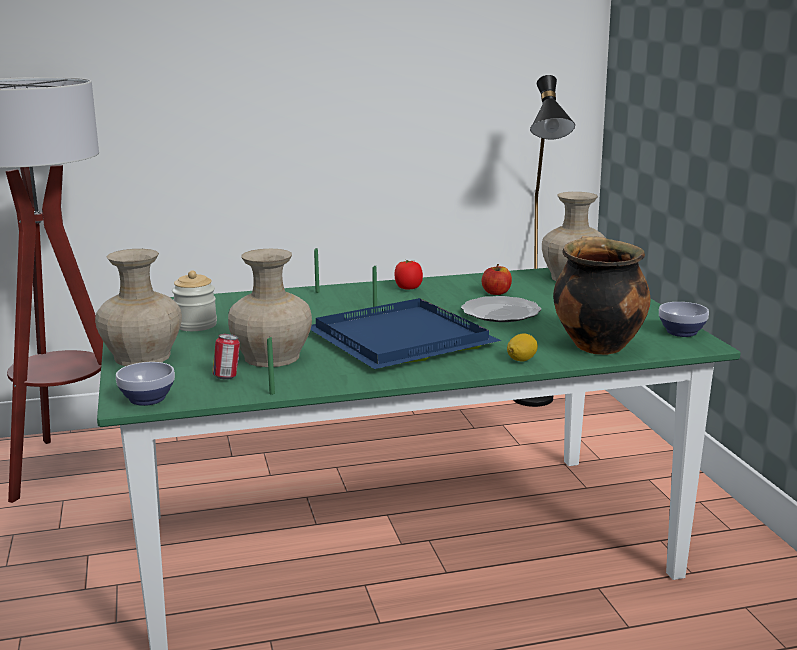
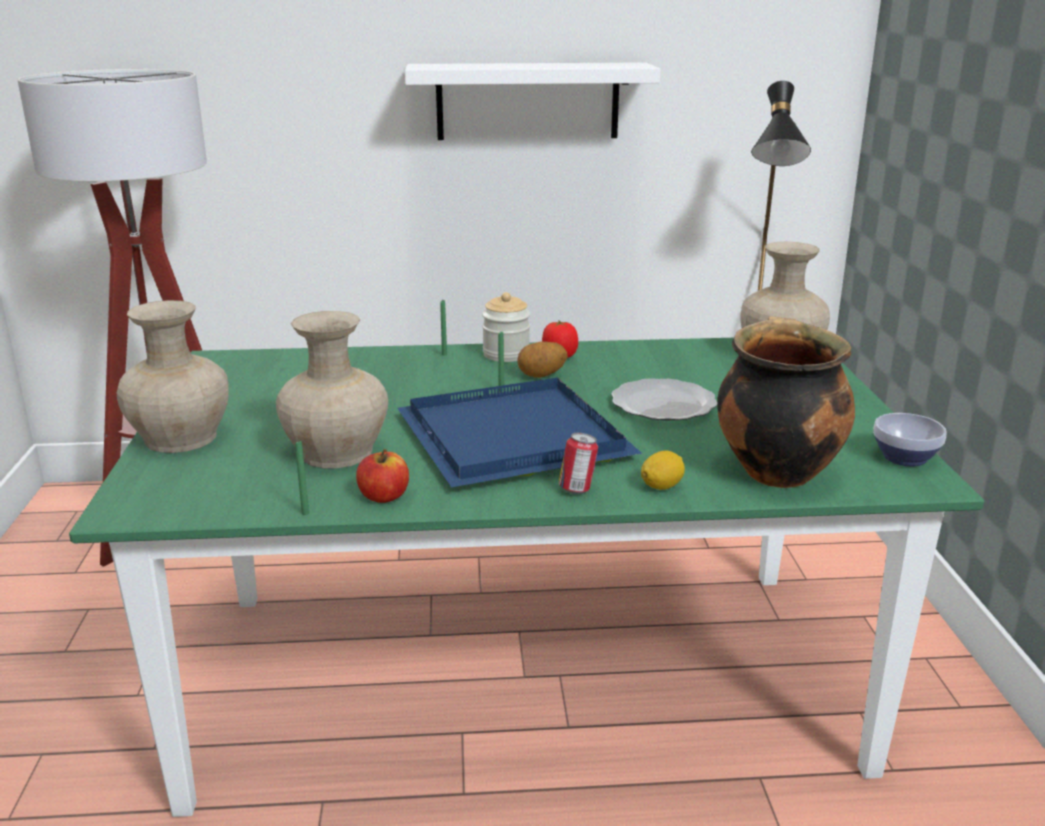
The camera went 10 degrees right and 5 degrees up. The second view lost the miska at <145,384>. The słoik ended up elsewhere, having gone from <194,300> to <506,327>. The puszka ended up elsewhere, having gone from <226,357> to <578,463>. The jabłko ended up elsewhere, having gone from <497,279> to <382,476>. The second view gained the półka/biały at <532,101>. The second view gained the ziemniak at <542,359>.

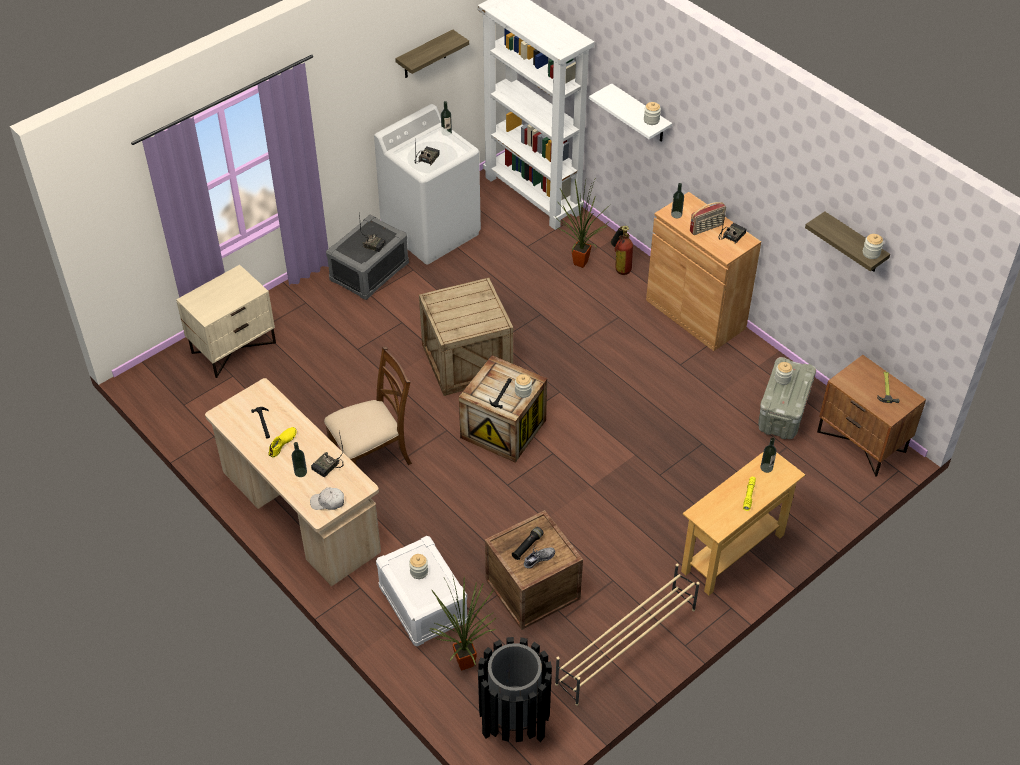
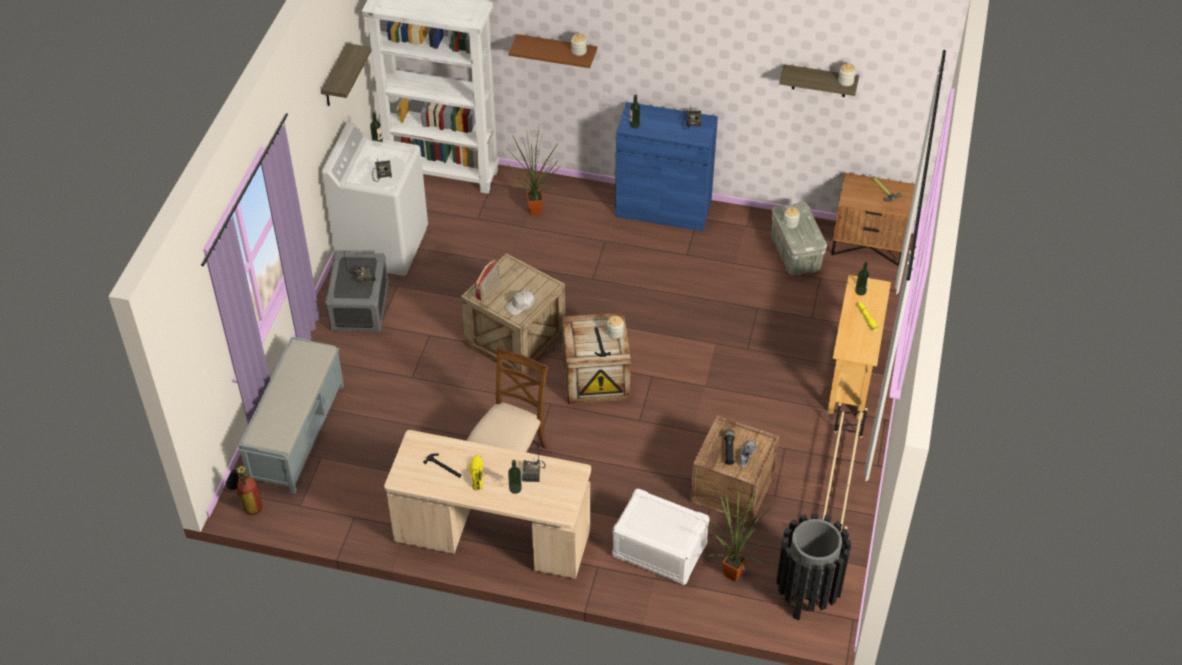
The camera went 35 degrees left and 0 degrees up. Where the szafka nocna/beżowy stood at <226,321>, the ławka/szary came to stand at <291,415>. The czapka z daszkiem/biały ended up elsewhere, having gone from <327,498> to <520,303>. The second view lost the słoik at <418,566>. What was the półka/biały at <630,112> turned into the półka/brązowy at <553,51>. The gaśnica ended up elsewhere, having gone from <622,250> to <243,490>. What was the szafka/brązowy at <703,271> turned into the szafka/niebieski at <666,166>. The radio ended up elsewhere, having gone from <708,218> to <487,280>.

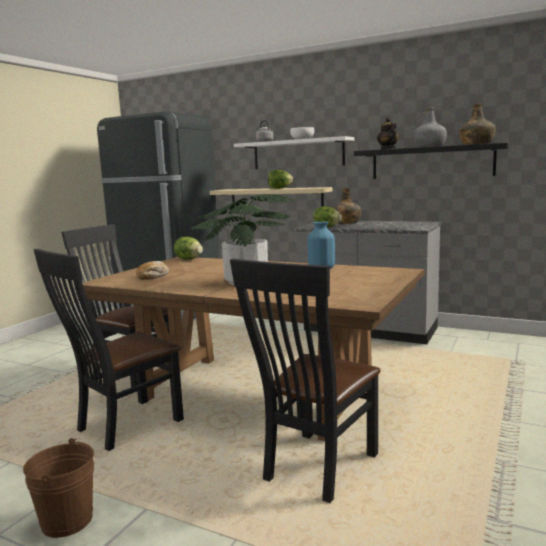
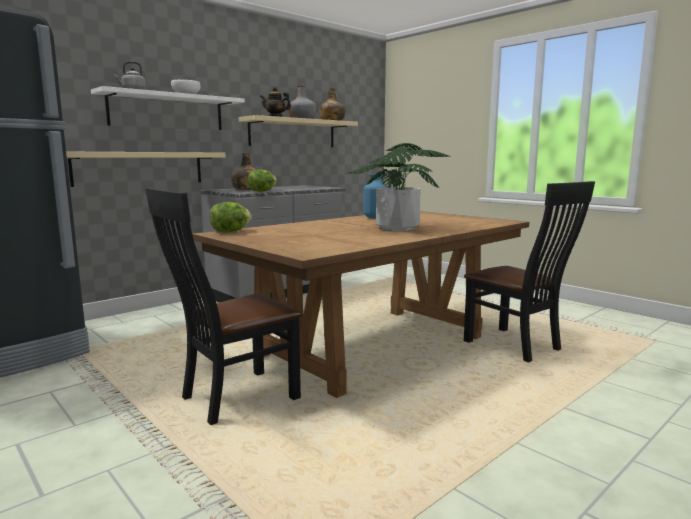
The camera went 70 degrees left and 0 degrees up. The second view lost the wiadro/brązowy at <58,488>. The second view lost the krzesło/czarny at <108,350>. The second view lost the chleb at <152,270>. The second view lost the sałata at <280,179>. What was the półka/czarny at <432,161> turned into the półka/beżowy at <298,131>.

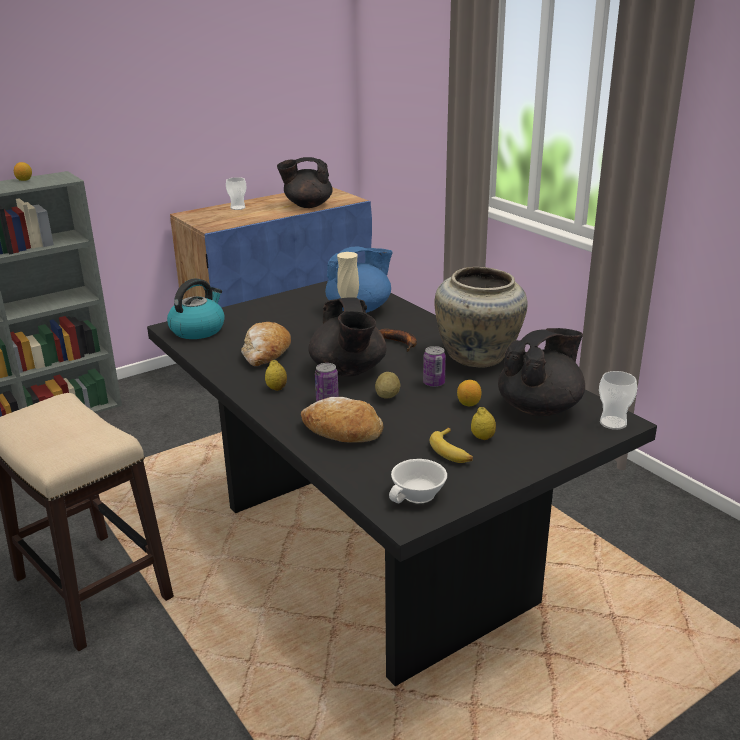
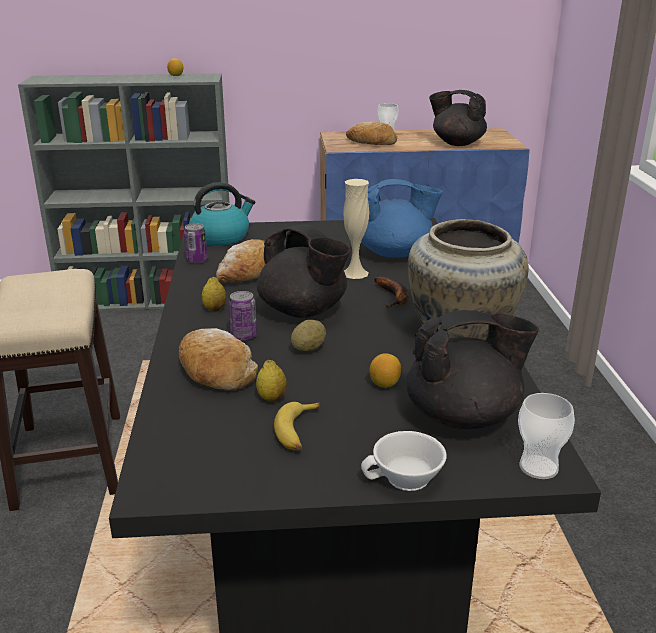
The camera went 30 degrees right and 0 degrees up. The imbryk/czarny at <347,337> ended up facing another way, 60 degrees counterclockwise from before. The filiżanka/biały ended up elsewhere, having gone from <418,481> to <404,461>. The puszka ended up elsewhere, having gone from <434,366> to <196,243>. The cytryna ended up elsewhere, having gone from <483,423> to <271,381>. The second view gained the chleb at <371,133>.

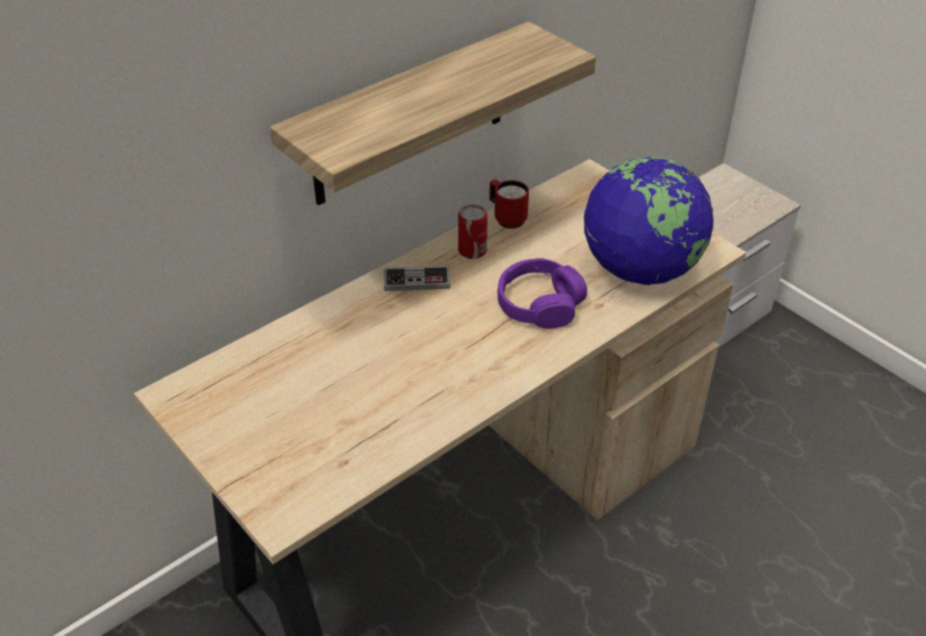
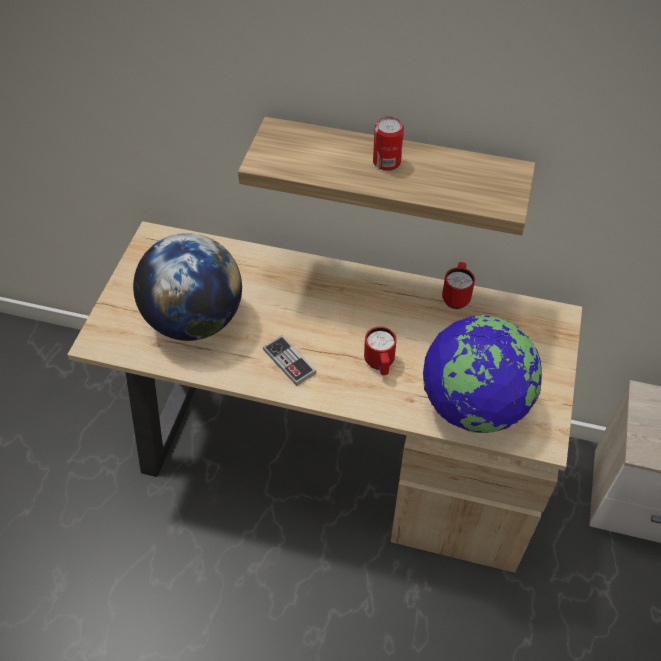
The camera went 55 degrees right and 10 degrees up. The pad do gier ended up elsewhere, having gone from <417,278> to <289,360>. The puszka ended up elsewhere, having gone from <473,232> to <388,143>. Where the słuchawki/fioletowy stood at <542,293>, the kubek/czerwony came to stand at <380,351>. The second view gained the globus at <187,287>.

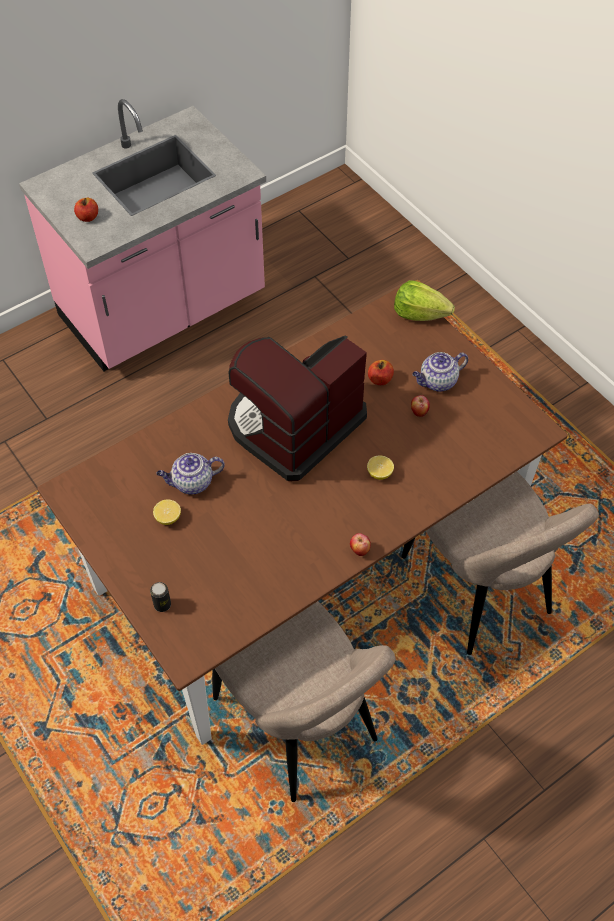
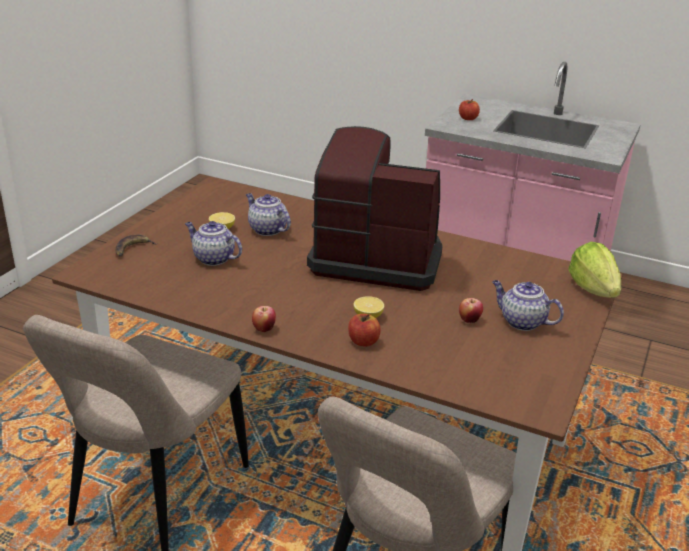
The camera went 60 degrees right and 25 degrees down. Where the puszka stood at <160,597>, the banan came to stand at <136,245>. The jabłko ended up elsewhere, having gone from <381,372> to <364,330>. The second view gained the imbryk at <213,243>.

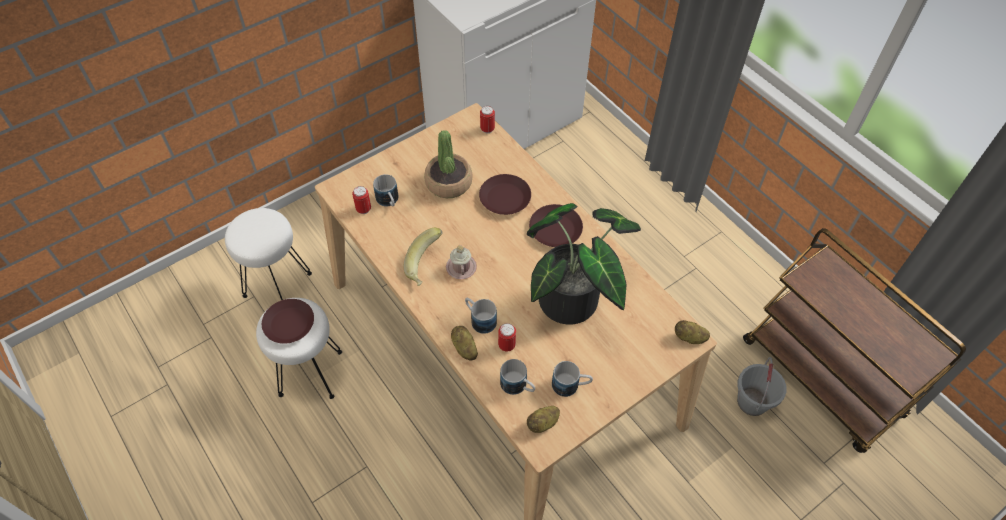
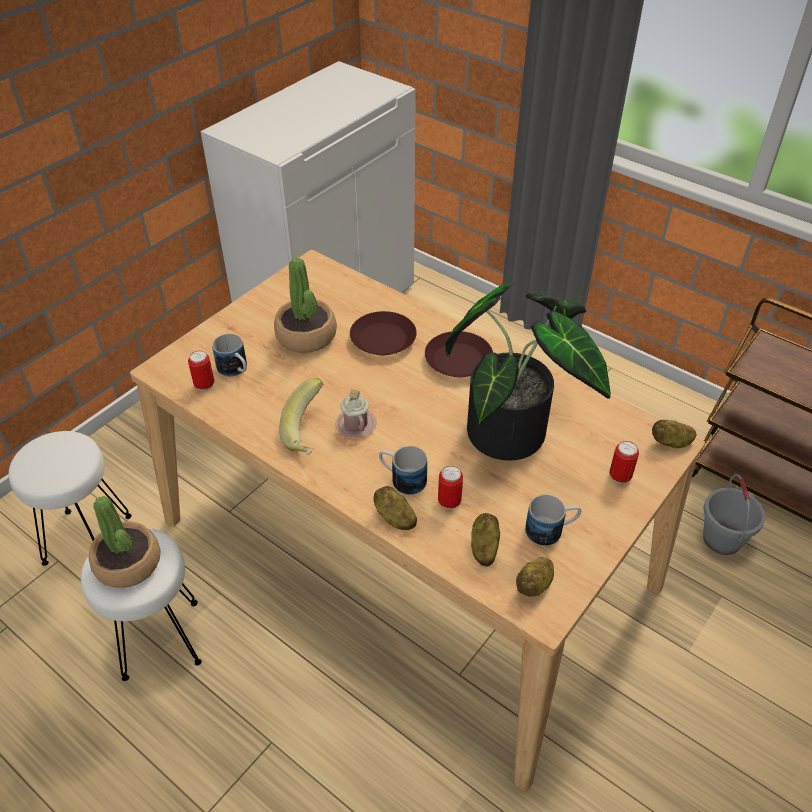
The camera went 15 degrees left and 10 degrees down. Where the talerz/brązowy stood at <288,321>, the roślina doniczkowa came to stand at <124,542>. The puszka ended up elsewhere, having gone from <487,119> to <624,462>. Where the kubek stood at <517,377>, the ziemniak came to stand at <485,539>.

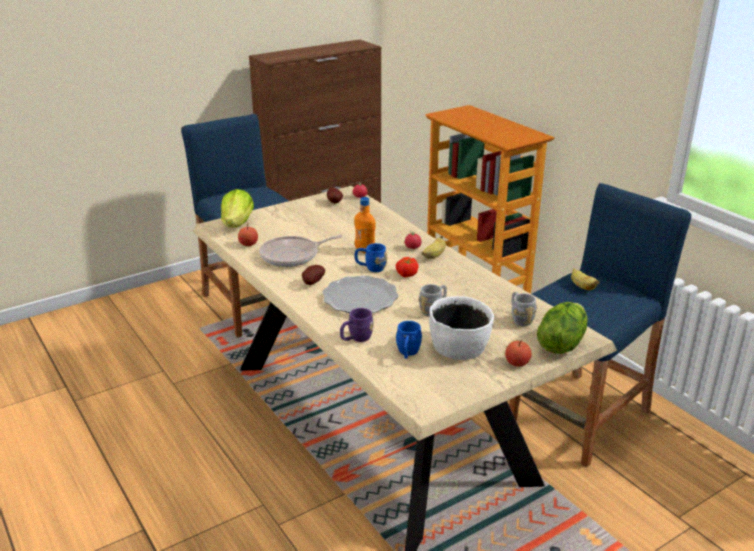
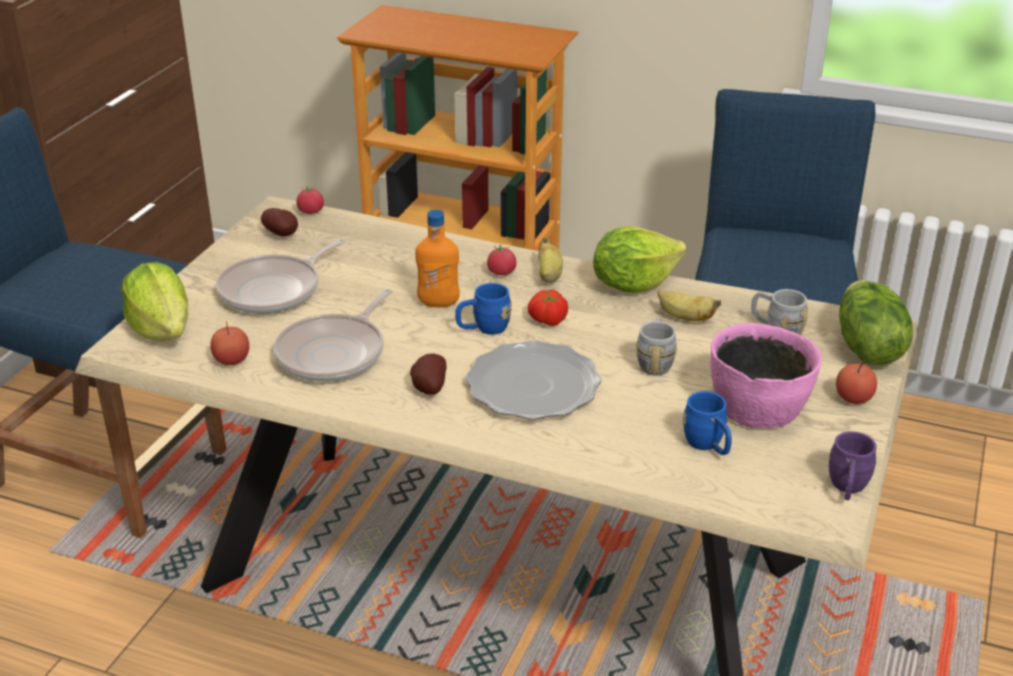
The camera went 35 degrees left and 5 degrees up. The kubek/fioletowy ended up elsewhere, having gone from <357,325> to <853,465>. What was the miska/biały at <461,328> turned into the miska/różowy at <766,375>. The banan ended up elsewhere, having gone from <585,279> to <689,305>. The second view gained the patelnia at <281,276>. The second view gained the sałata at <639,259>.

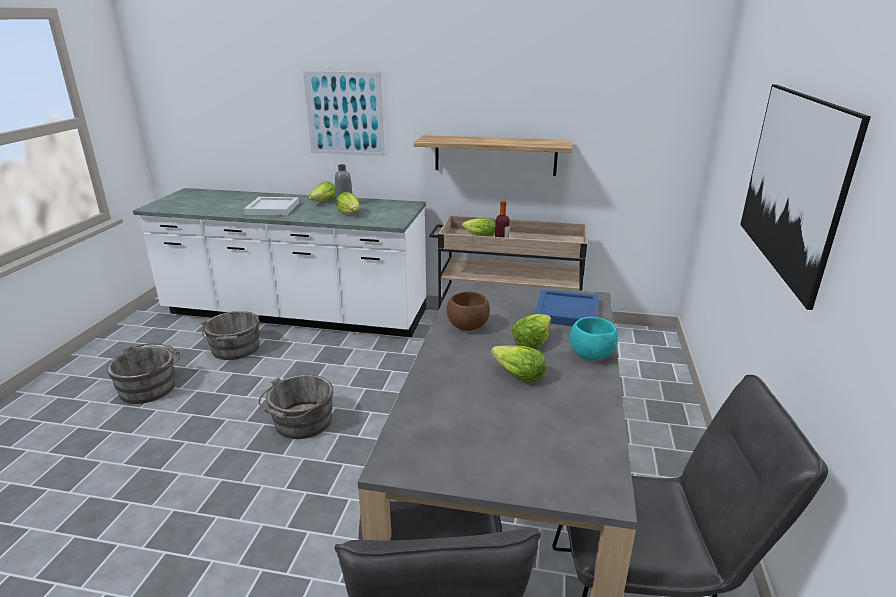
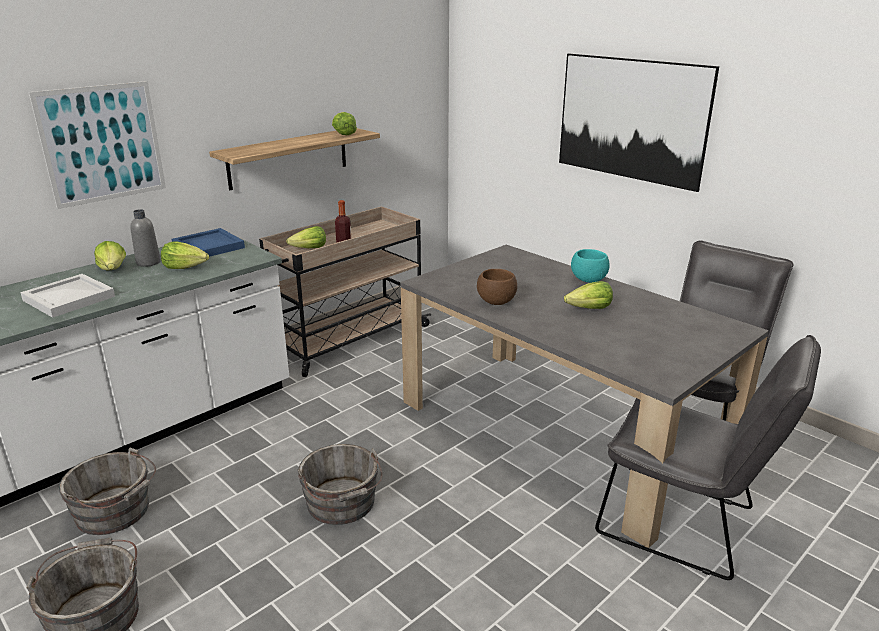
The camera went 55 degrees left and 0 degrees up. The sałata ended up elsewhere, having gone from <531,331> to <344,123>. The taca/niebieski ended up elsewhere, having gone from <566,307> to <208,242>.

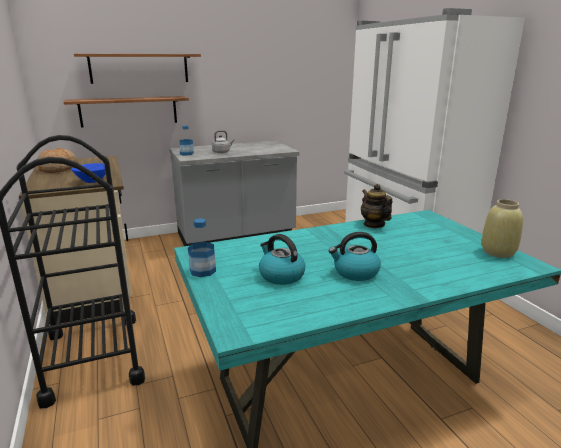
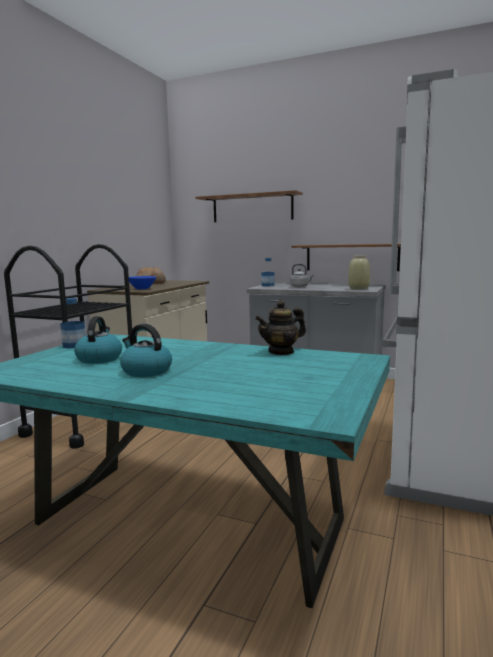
The camera went 45 degrees right and 10 degrees down. The półka ended up elsewhere, having gone from <126,112> to <346,257>. The imbryk at <377,206> ended up facing another way, 135 degrees counterclockwise from before. The wazon/beżowy ended up elsewhere, having gone from <502,228> to <359,272>.

